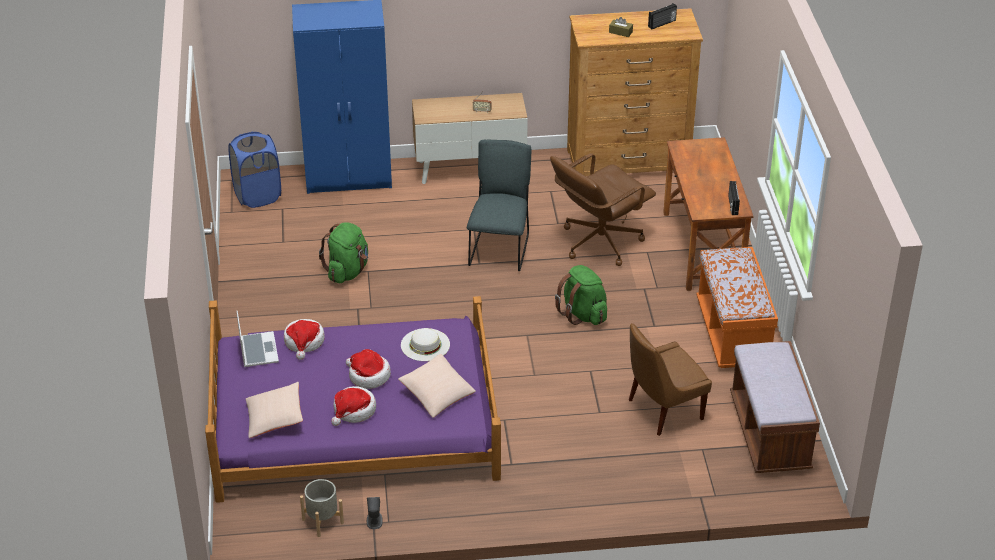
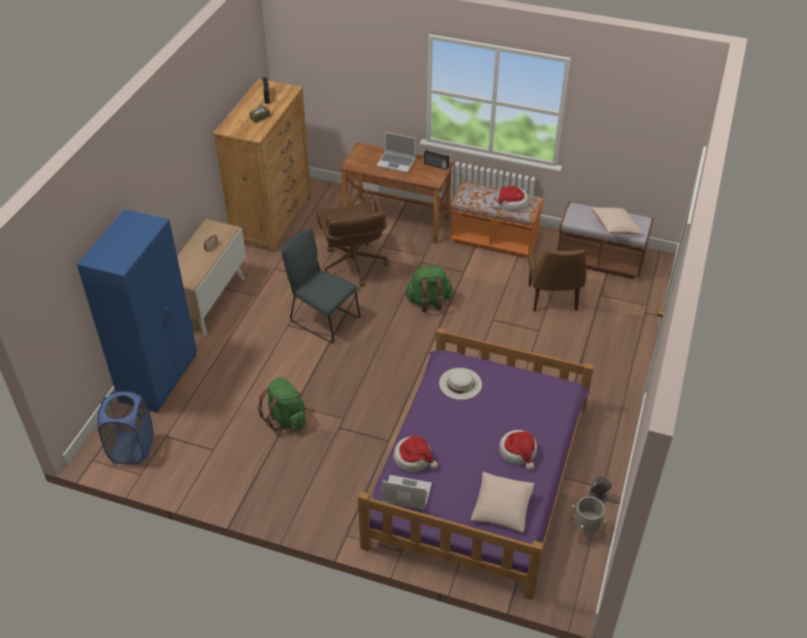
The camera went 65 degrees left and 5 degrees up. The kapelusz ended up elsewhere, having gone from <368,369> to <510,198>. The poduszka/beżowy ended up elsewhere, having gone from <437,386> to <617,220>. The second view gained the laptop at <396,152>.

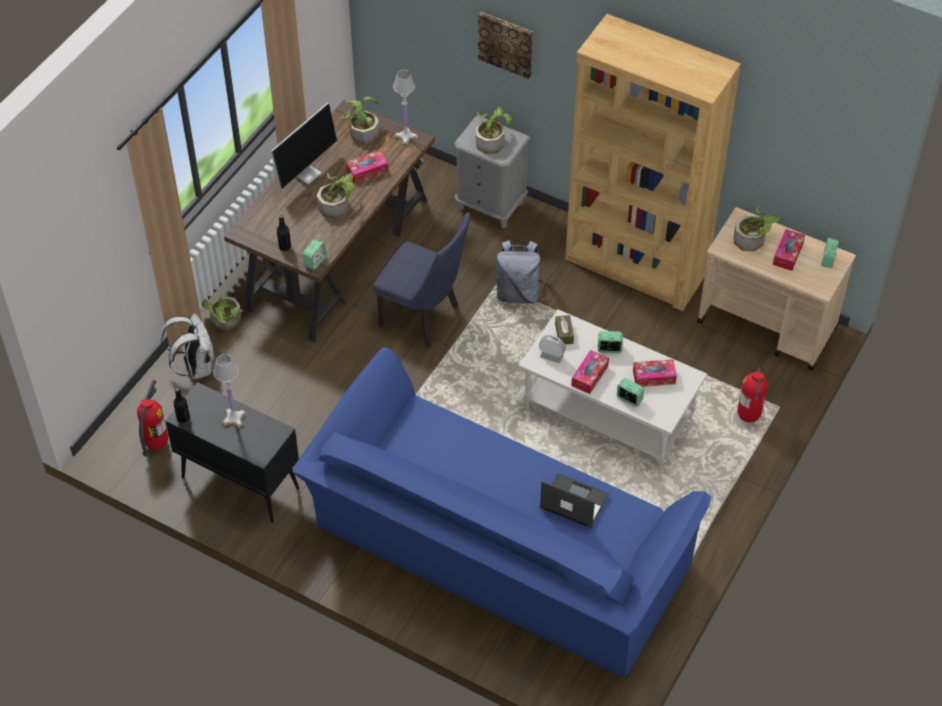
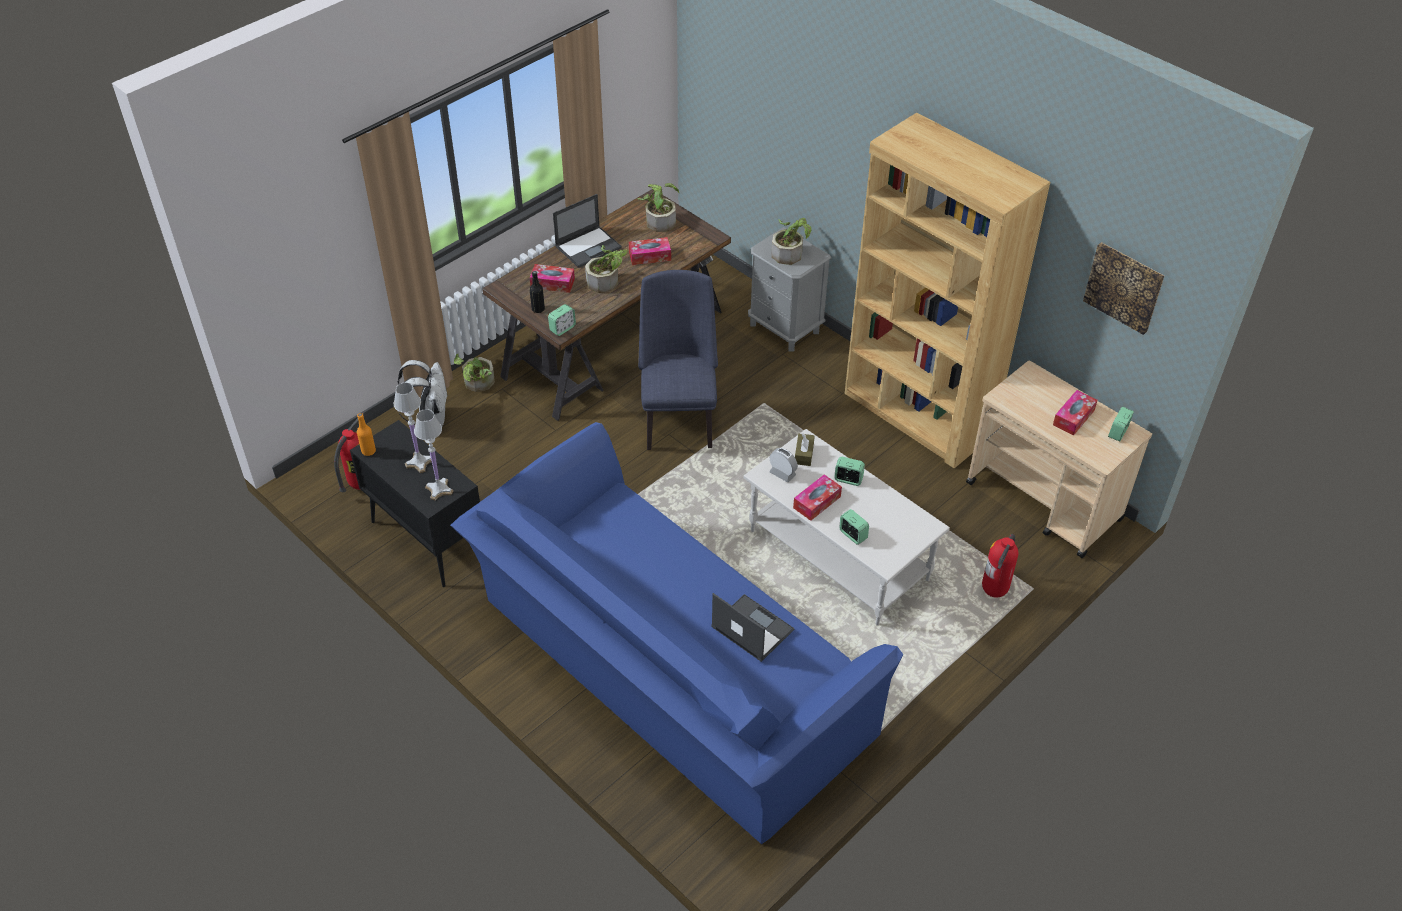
The camera went 15 degrees right and 5 degrees down. What was the butelka/czarny at <181,405> turned into the butelka/pomarańczowy at <366,434>. Where the monitor stood at <304,146>, the laptop came to stand at <587,231>. The krzesło/niebieski at <422,280> ended up facing another way, 135 degrees counterclockwise from before. The lampa stołowa/biały ended up elsewhere, having gone from <405,107> to <434,455>. The obraz ended up elsewhere, having gone from <505,45> to <1123,288>. The second view lost the plecak/szary at <518,272>. The pudełko chusteczek ended up elsewhere, having gone from <655,373> to <552,278>. The second view lost the roślina doniczkowa at <757,228>.

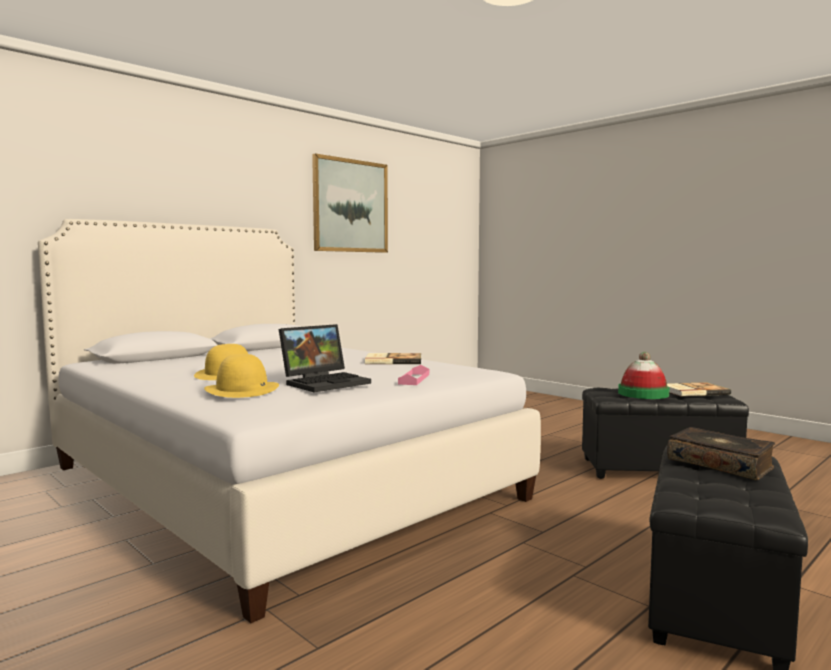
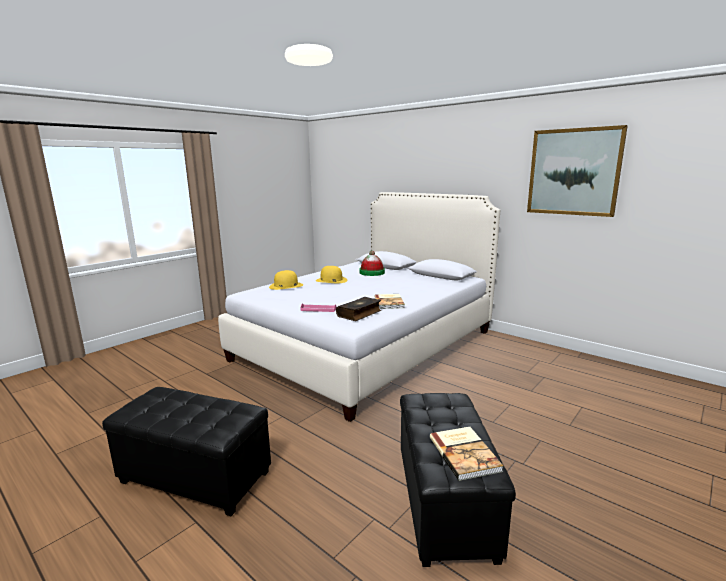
The camera went 85 degrees right and 10 degrees up. The second view lost the laptop at <325,358>. The kapelusz ended up elsewhere, having gone from <644,375> to <372,263>. The książka ended up elsewhere, having gone from <721,453> to <358,309>.

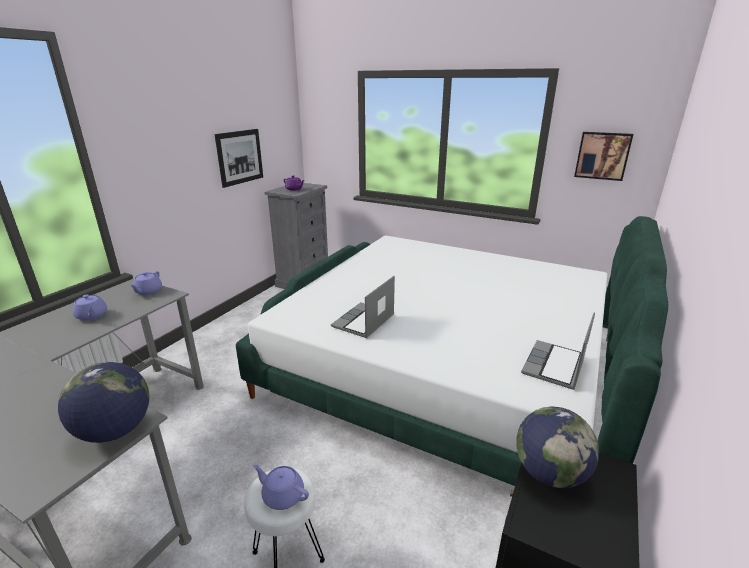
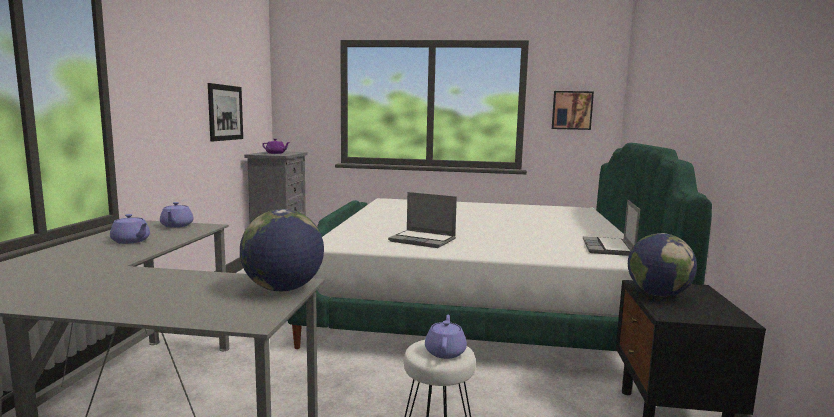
The camera went 20 degrees left and 15 degrees down. The imbryk/fioletowy at <281,487> ended up facing another way, 90 degrees clockwise from before. The laptop at <363,307> ended up facing another way, 75 degrees counterclockwise from before.

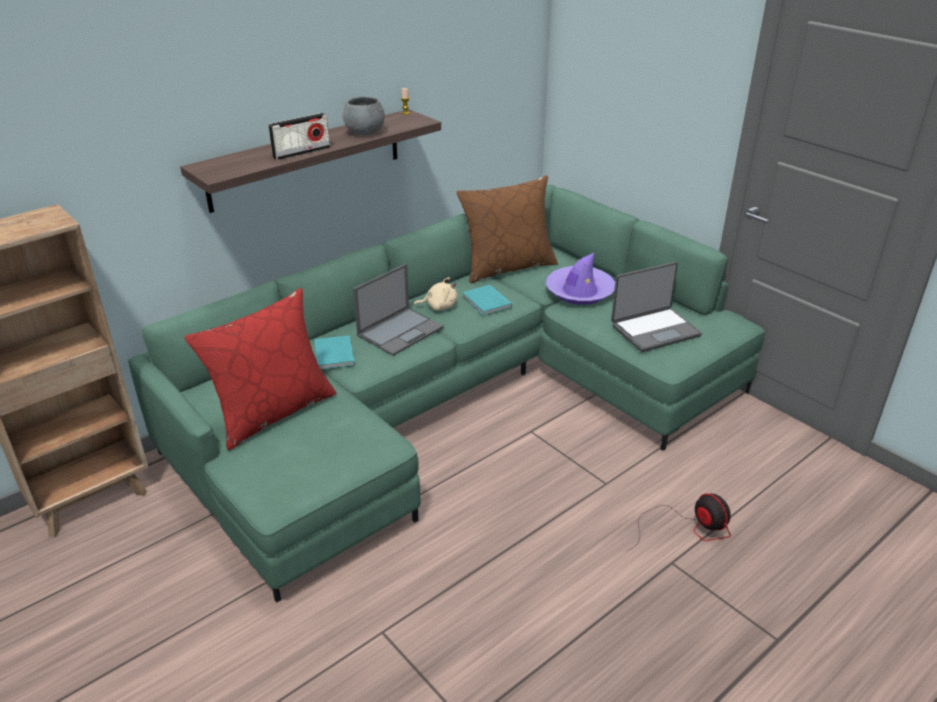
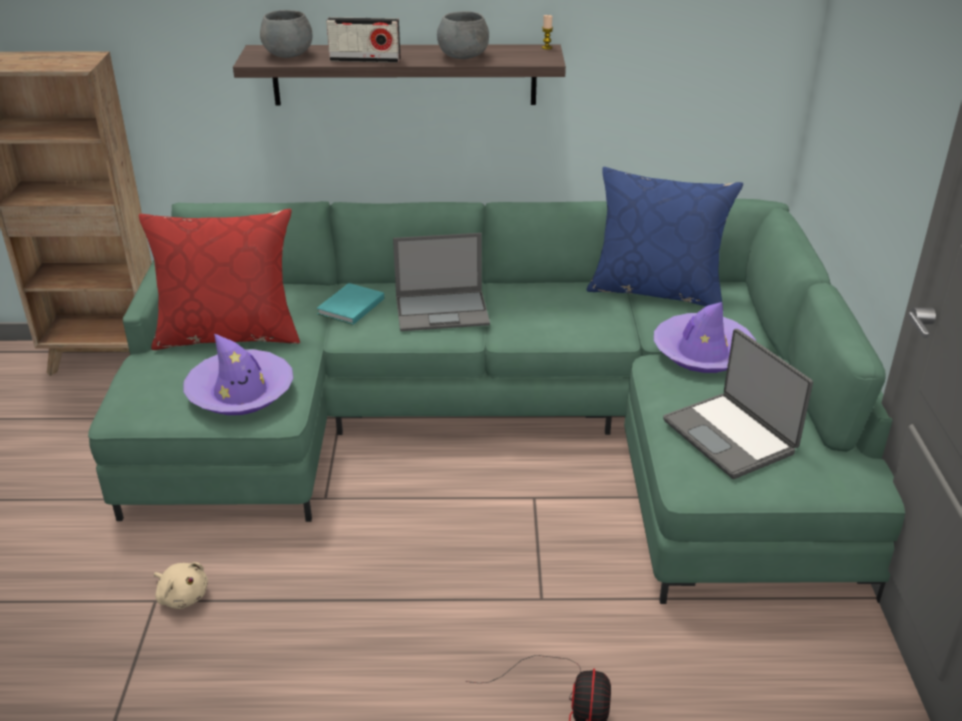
The camera went 40 degrees right and 0 degrees up. The pluszak/beżowy ended up elsewhere, having gone from <435,294> to <181,585>. What was the poduszka/brązowy at <507,229> turned into the poduszka/niebieski at <664,236>. The second view lost the książka/turkusowy at <487,300>. The laptop at <656,307> ended up facing another way, 45 degrees clockwise from before. The second view gained the kapelusz/fioletowy at <238,374>. The second view gained the miska/szary at <286,34>.

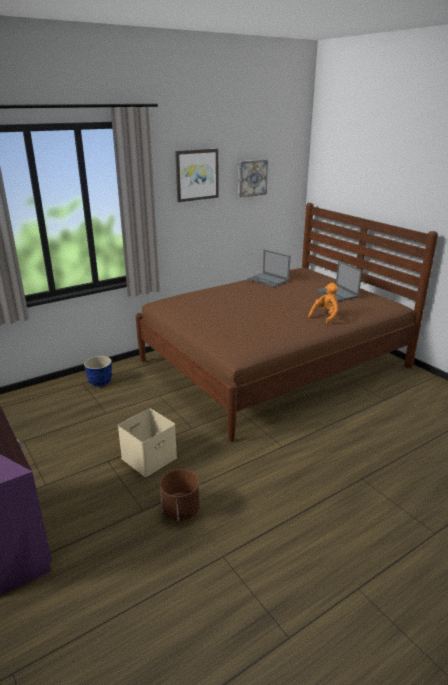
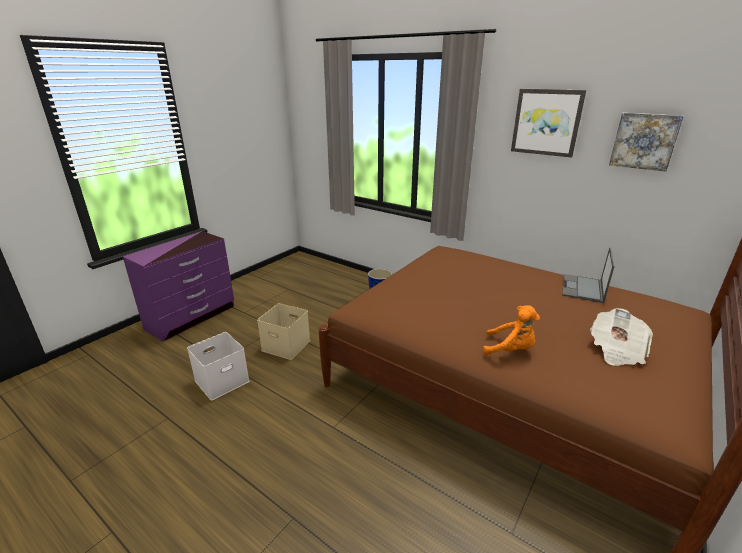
The camera went 70 degrees right and 0 degrees up. Where the donica/brązowy stood at <180,495>, the pojemnik do przechowywania/biały came to stand at <218,366>. Where the laptop stood at <338,281>, the gazeta came to stand at <621,337>.

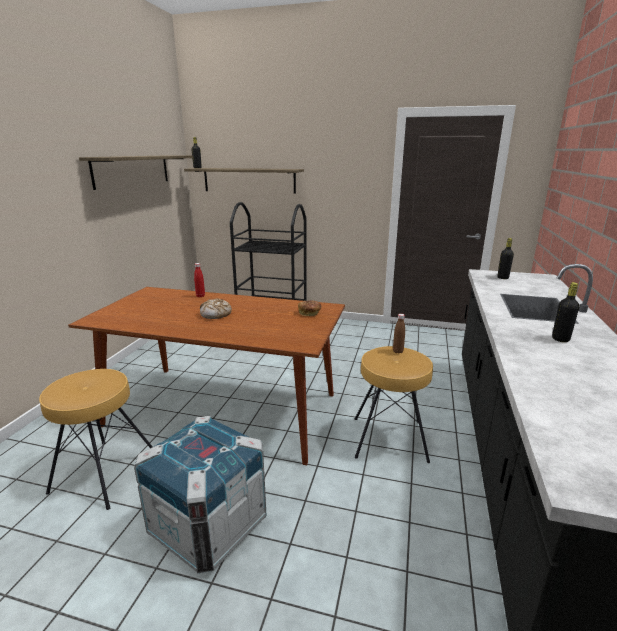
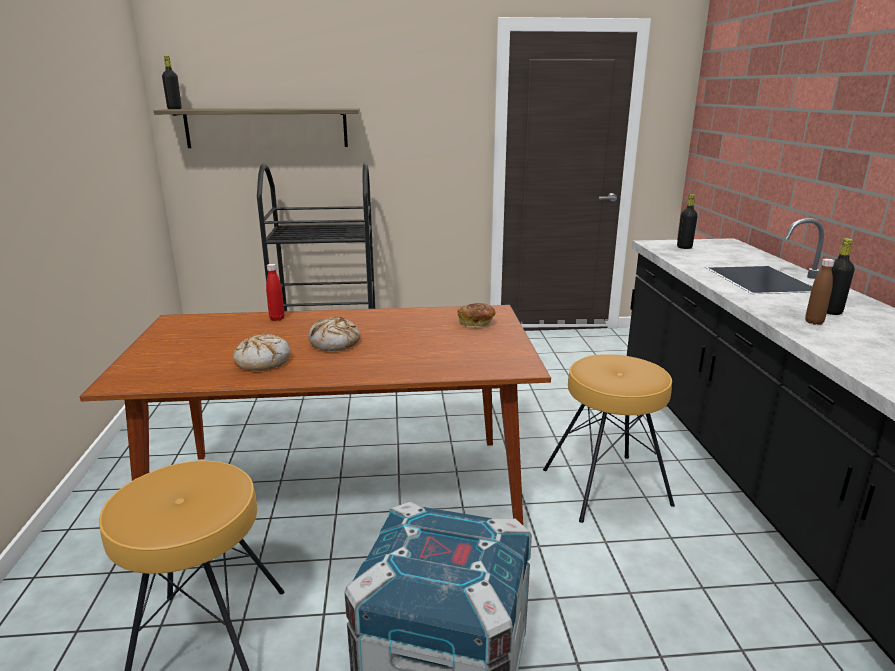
The camera went 20 degrees left and 0 degrees up. The second view lost the półka at <136,172>. The butelka/brązowy ended up elsewhere, having gone from <399,334> to <820,291>. The second view gained the chleb at <261,352>.

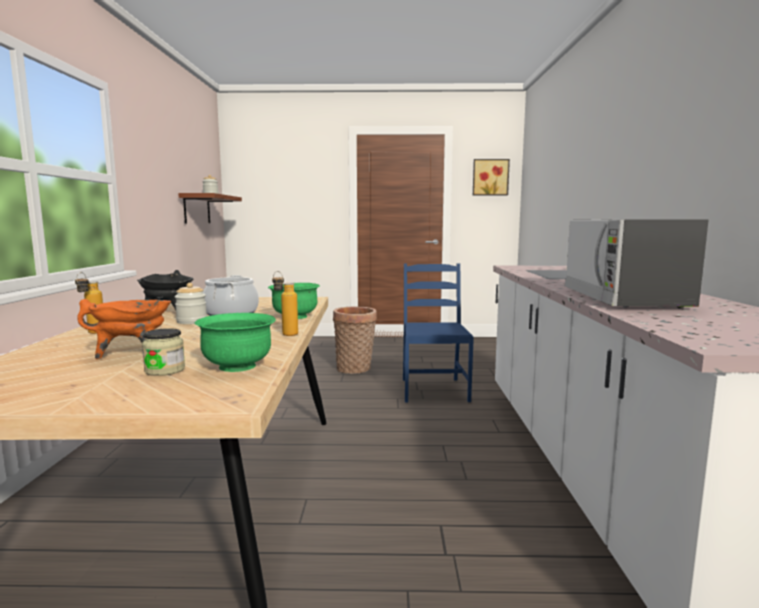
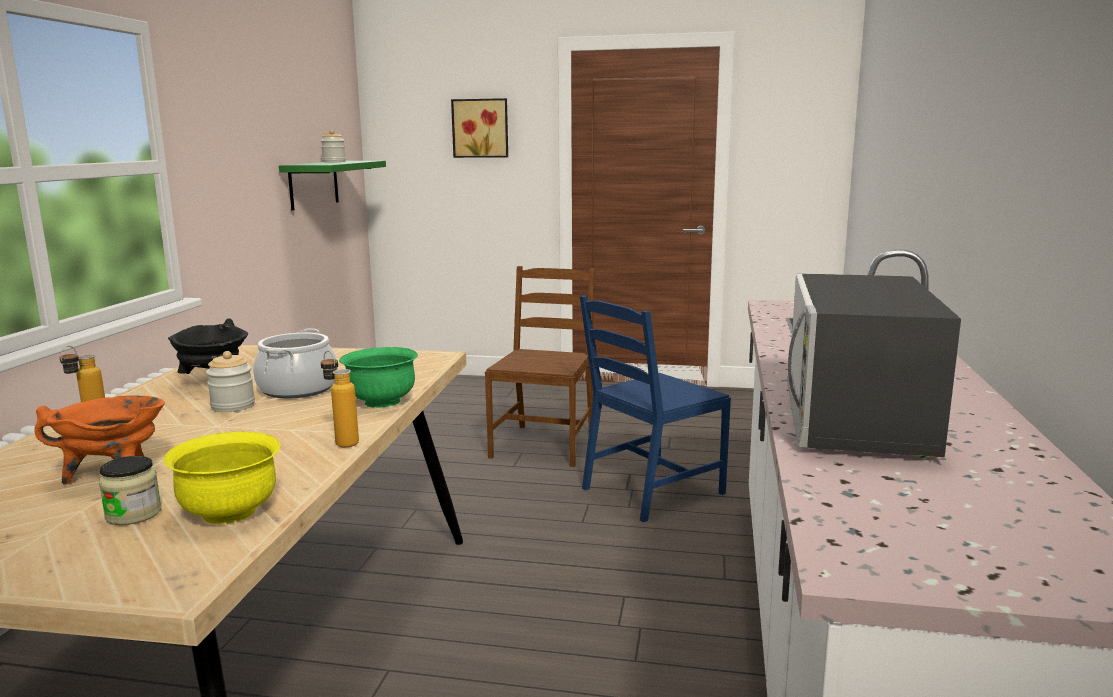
The camera went 10 degrees right and 5 degrees up. What was the półka/brązowy at <210,208> turned into the półka/zielony at <332,185>. What was the miska/zielony at <235,342> turned into the miska/żółty at <221,478>. Where the koszyk stood at <355,340>, the krzesło/brązowy came to stand at <540,366>. The krzesło/niebieski at <438,333> ended up facing another way, 135 degrees counterclockwise from before. The obraz ended up elsewhere, having gone from <491,177> to <479,128>.

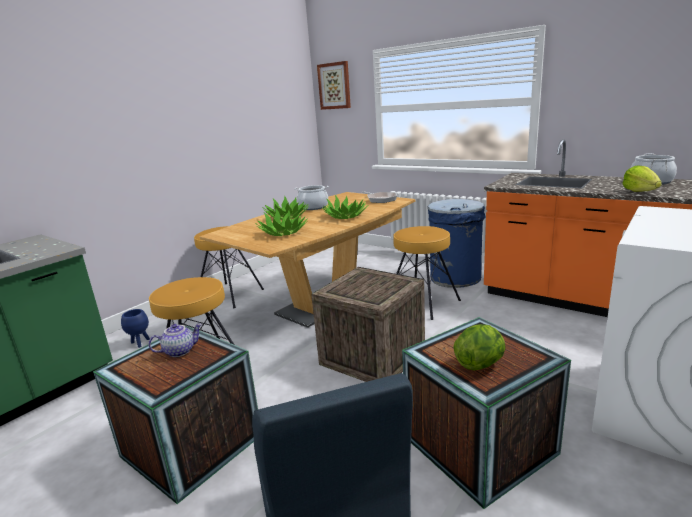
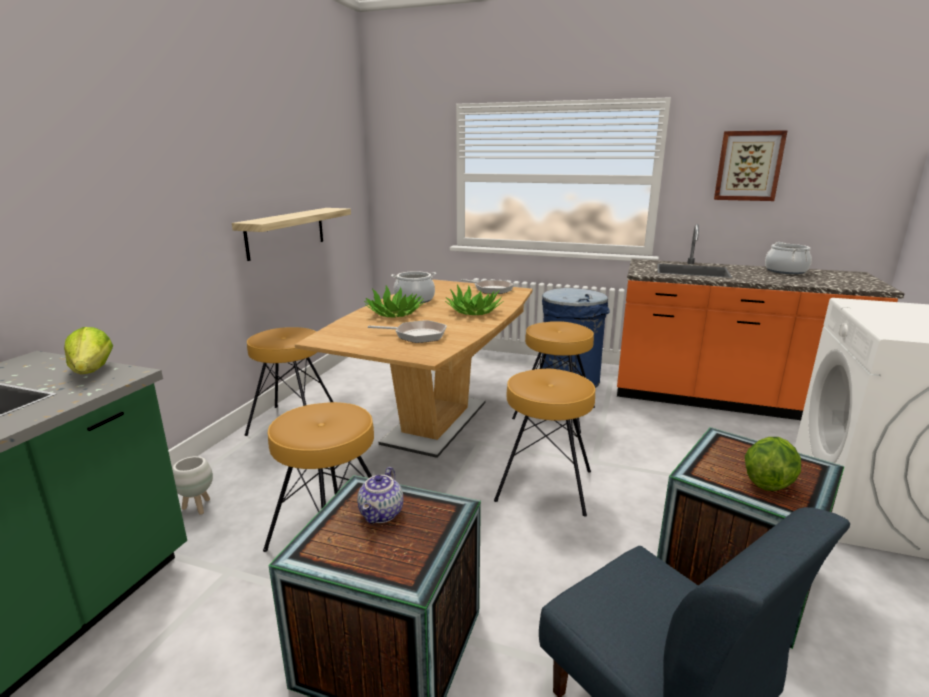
The camera went 20 degrees left and 0 degrees up. What was the donica/niebieski at <135,328> turned into the donica/biały at <192,485>. The imbryk at <175,340> ended up facing another way, 150 degrees clockwise from before. Where the roślina doniczkowa stood at <281,222>, the patelnia came to stand at <407,331>. Where the skrzynka stood at <368,324>, the stołek/brązowy came to stand at <544,443>. The obraz ended up elsewhere, having gone from <334,85> to <751,165>. The sałata ended up elsewhere, having gone from <642,178> to <88,350>. The second view gained the półka at <291,234>.

